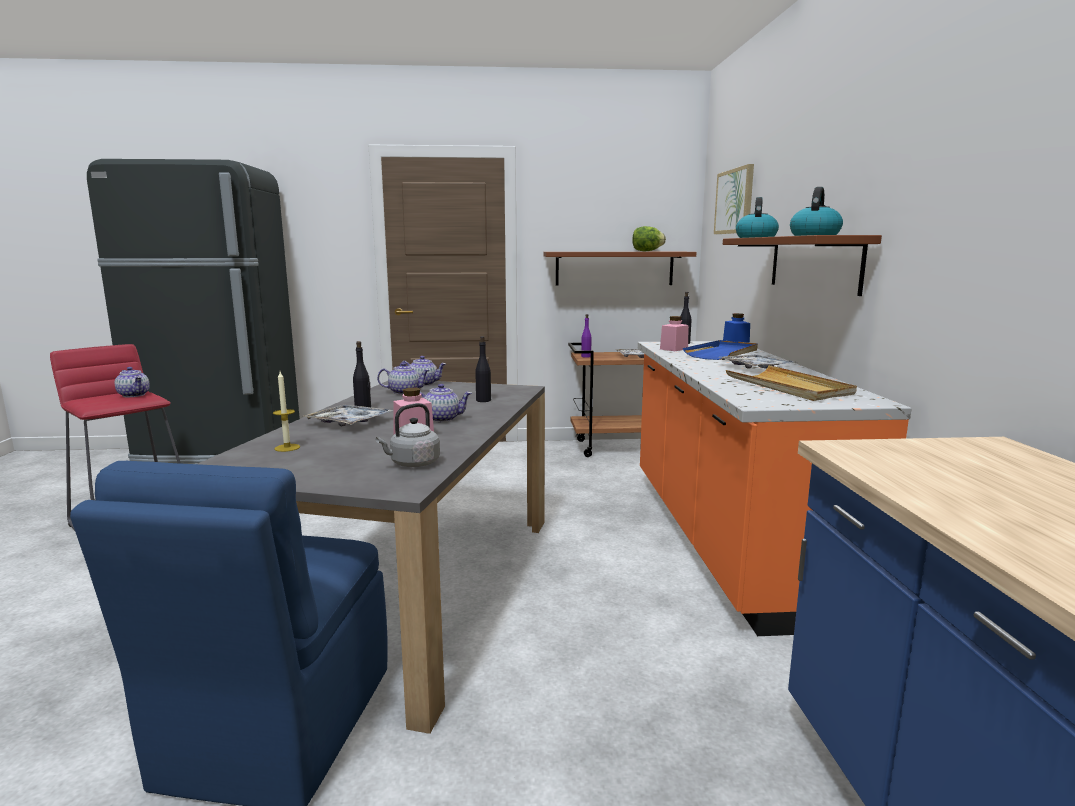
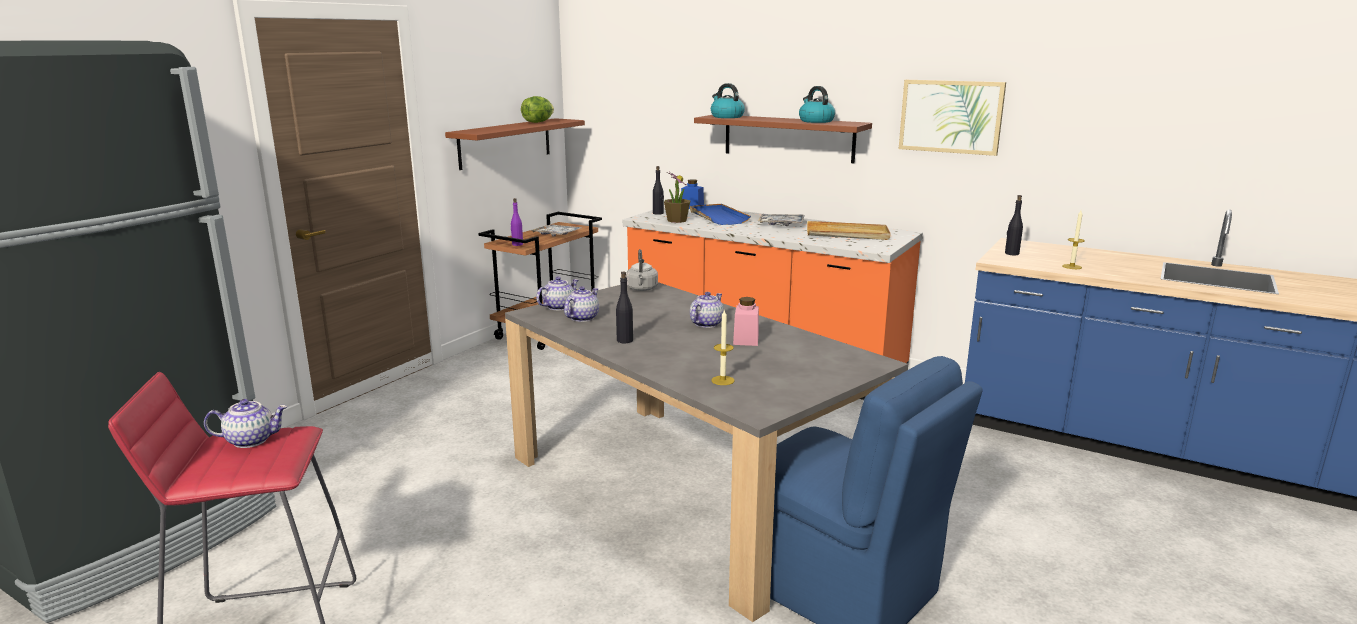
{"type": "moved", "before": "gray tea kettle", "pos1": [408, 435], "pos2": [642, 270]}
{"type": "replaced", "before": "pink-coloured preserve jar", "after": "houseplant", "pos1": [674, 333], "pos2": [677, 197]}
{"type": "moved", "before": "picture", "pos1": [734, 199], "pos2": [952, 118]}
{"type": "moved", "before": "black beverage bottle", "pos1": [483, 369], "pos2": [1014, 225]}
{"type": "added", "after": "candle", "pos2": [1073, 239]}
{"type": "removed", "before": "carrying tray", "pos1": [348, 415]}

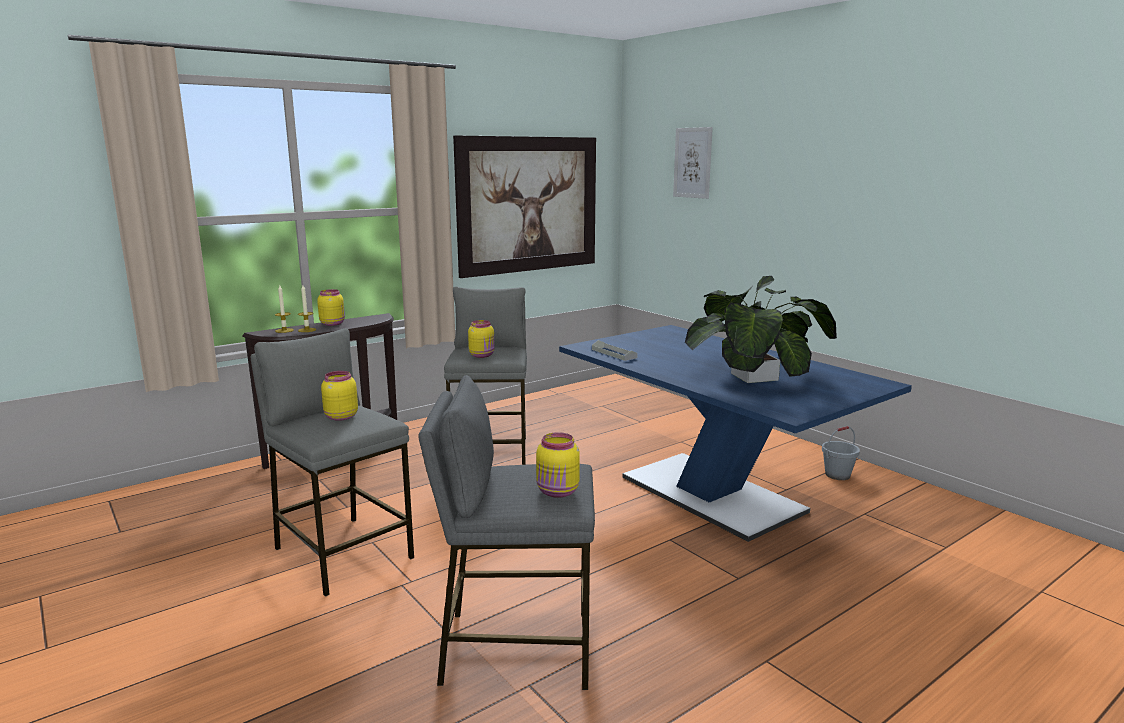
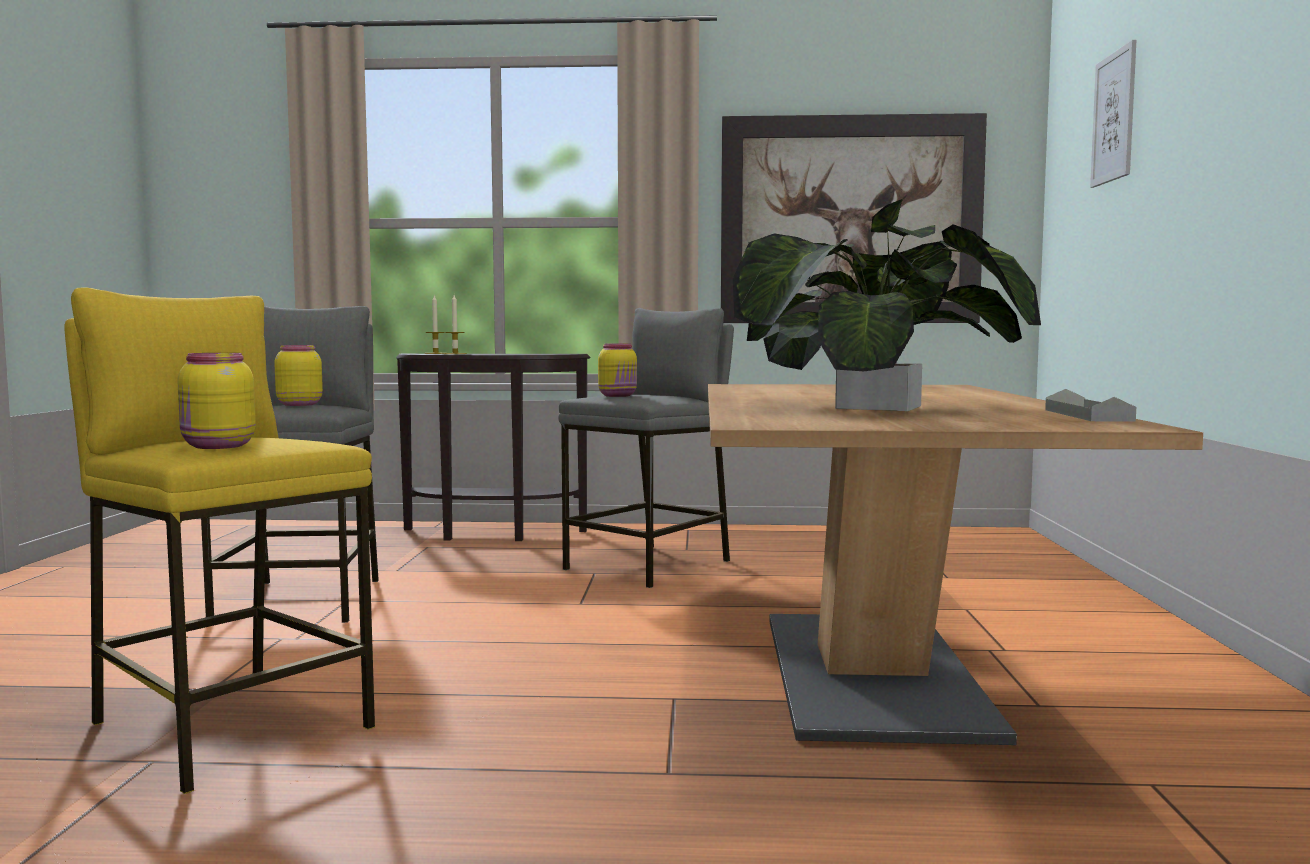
{"type": "recoloured", "before": "gray stool seat", "after": "yellow stool seat", "pos1": [506, 532], "pos2": [219, 540]}
{"type": "recoloured", "before": "bluish dining table", "after": "brown-coloured dining table", "pos1": [735, 433], "pos2": [955, 564]}
{"type": "moved", "before": "gray carrying tray", "pos1": [614, 350], "pos2": [1090, 405]}
{"type": "removed", "before": "yellow preserve jar", "pos1": [331, 307]}
{"type": "removed", "before": "gray water bucket", "pos1": [841, 453]}

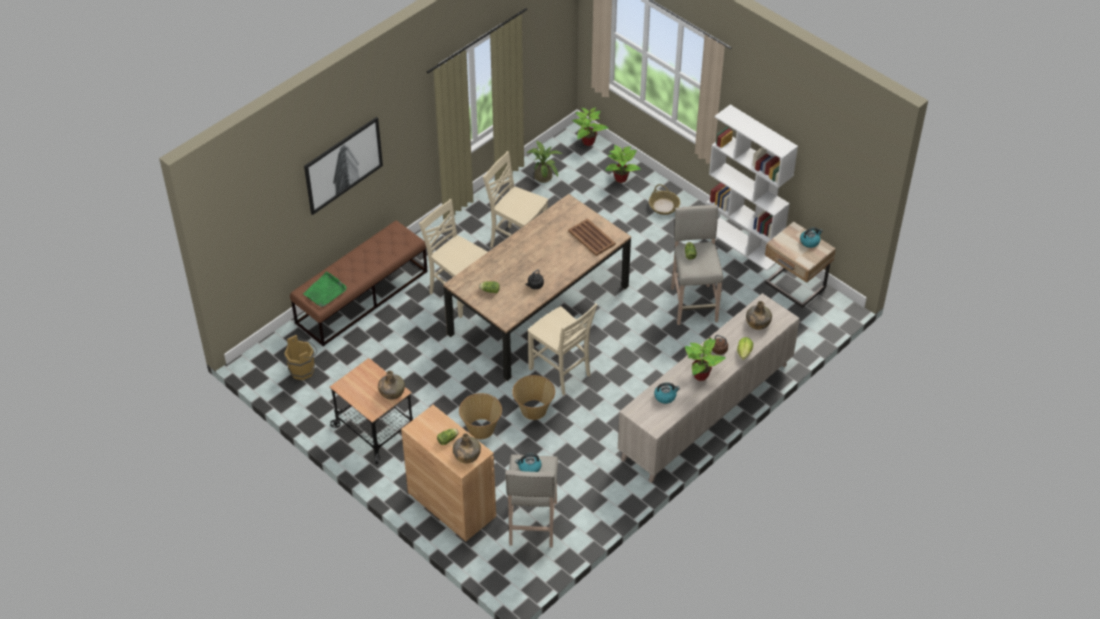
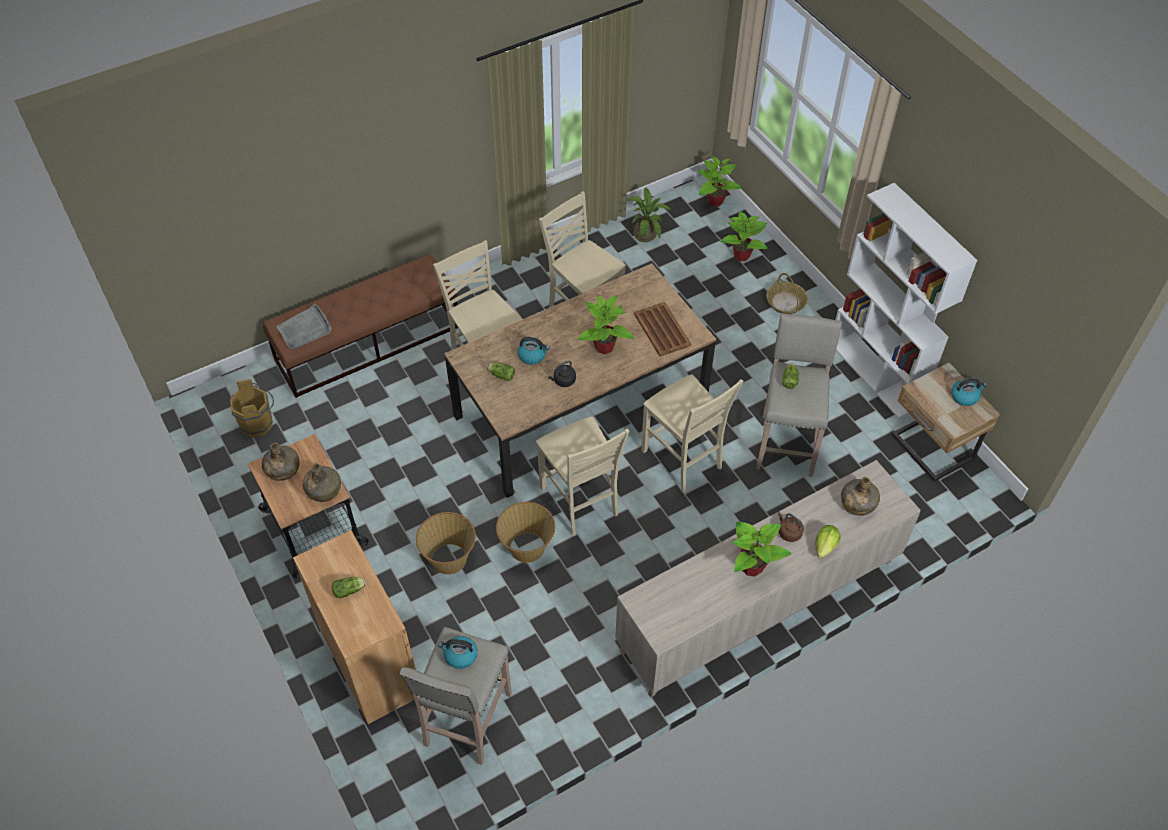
{"type": "moved", "before": "green beverage bottle", "pos1": [467, 448], "pos2": [280, 462]}
{"type": "recoloured", "before": "green carrying tray", "after": "gray carrying tray", "pos1": [324, 289], "pos2": [304, 326]}
{"type": "moved", "before": "tea kettle", "pos1": [667, 393], "pos2": [533, 351]}
{"type": "added", "after": "houseplant", "pos2": [606, 324]}
{"type": "added", "after": "beige-coloured upright chair", "pos2": [692, 433]}
{"type": "removed", "before": "picture", "pos1": [343, 166]}

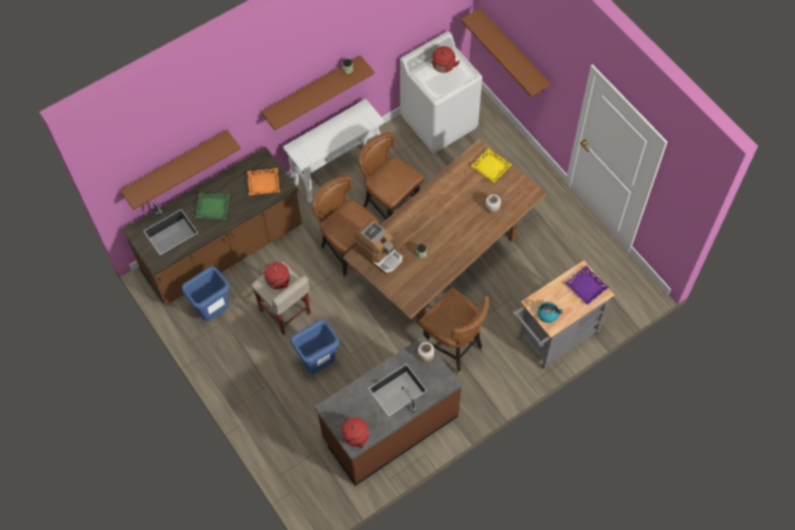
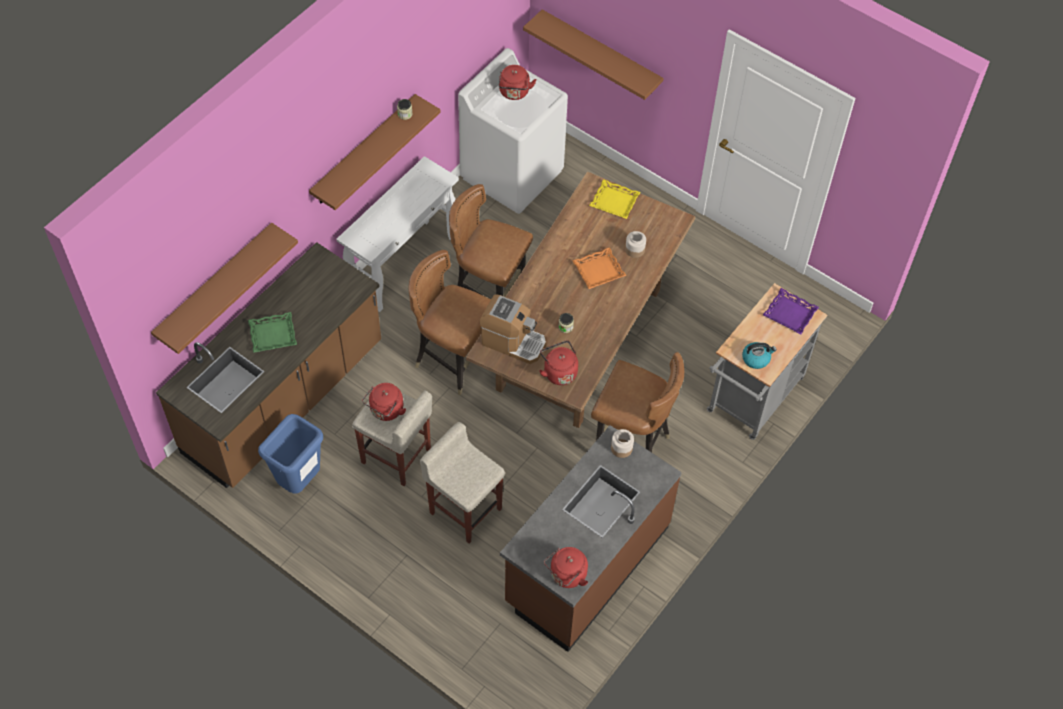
{"type": "replaced", "before": "bluish waste bin", "after": "beige-coloured stool seat", "pos1": [315, 347], "pos2": [462, 483]}
{"type": "added", "after": "red-coloured tea kettle", "pos2": [558, 362]}
{"type": "moved", "before": "orangey carrying tray", "pos1": [263, 181], "pos2": [599, 268]}

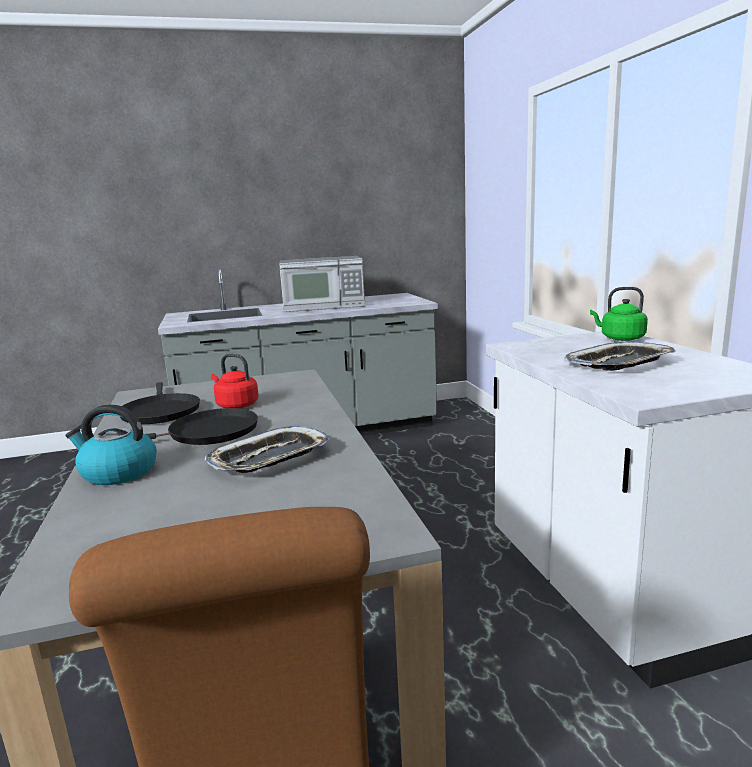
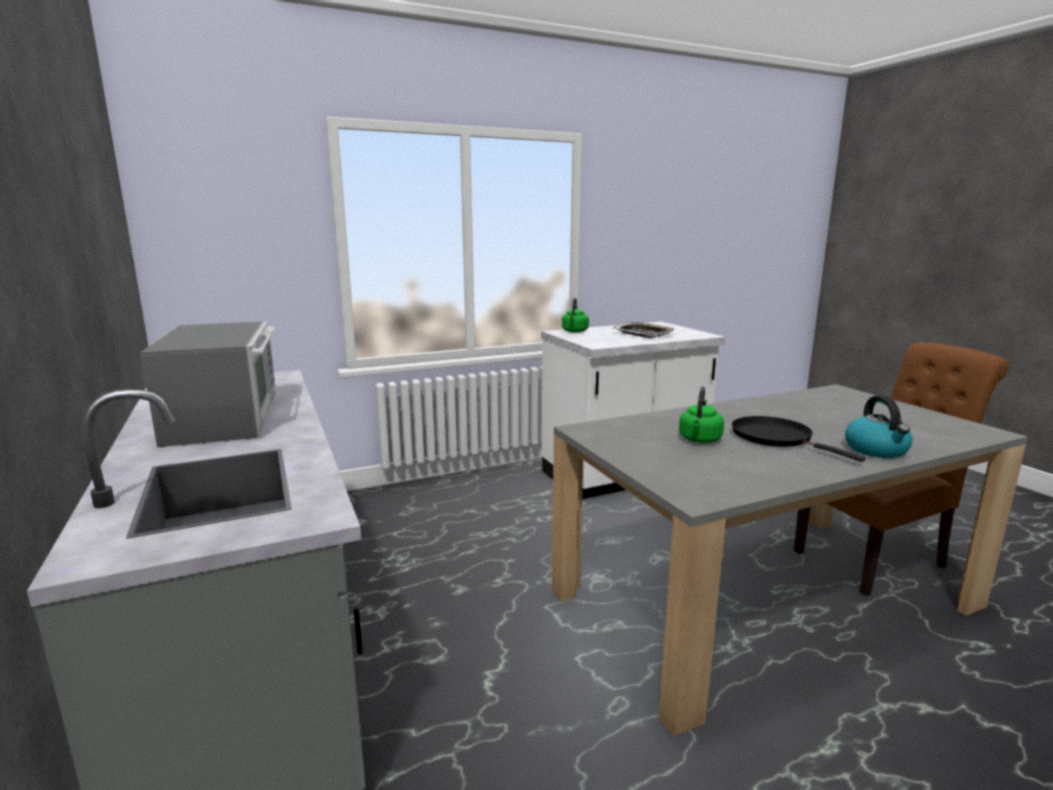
{"type": "recoloured", "before": "red-coloured tea kettle", "after": "green tea kettle", "pos1": [235, 381], "pos2": [701, 415]}
{"type": "removed", "before": "black skillet", "pos1": [160, 403]}
{"type": "removed", "before": "carrying tray", "pos1": [267, 449]}

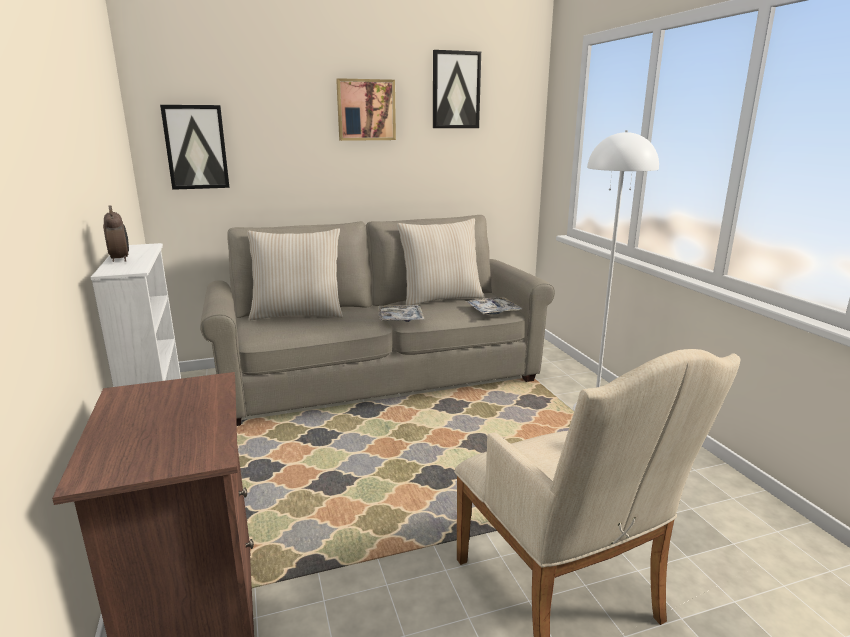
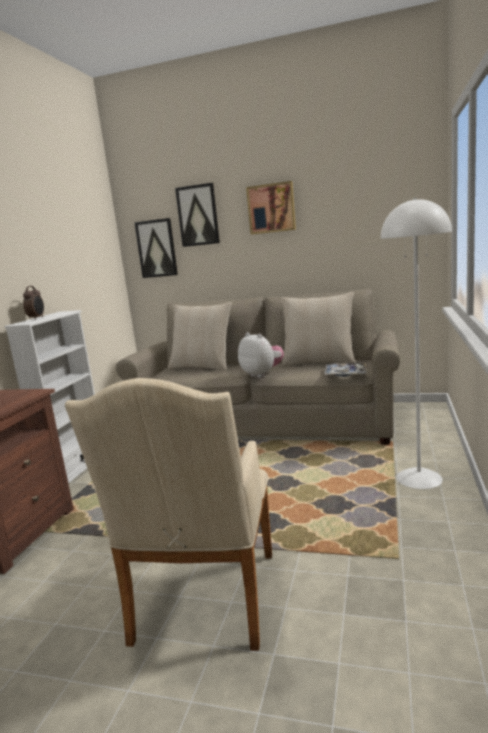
{"type": "moved", "before": "picture", "pos1": [457, 89], "pos2": [197, 215]}
{"type": "replaced", "before": "carrying tray", "after": "soft toy", "pos1": [401, 313], "pos2": [261, 355]}

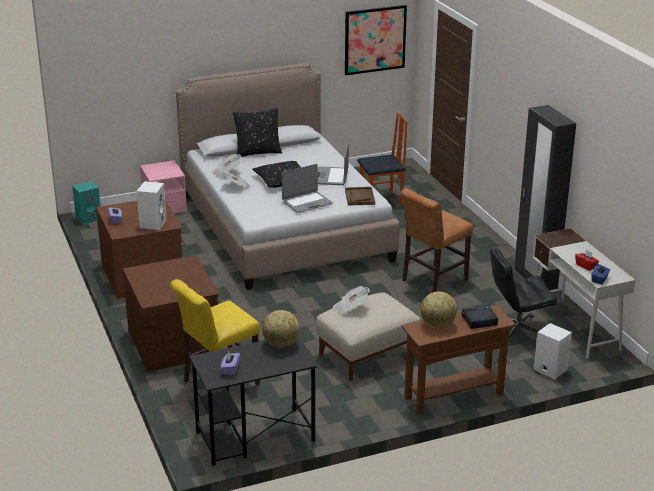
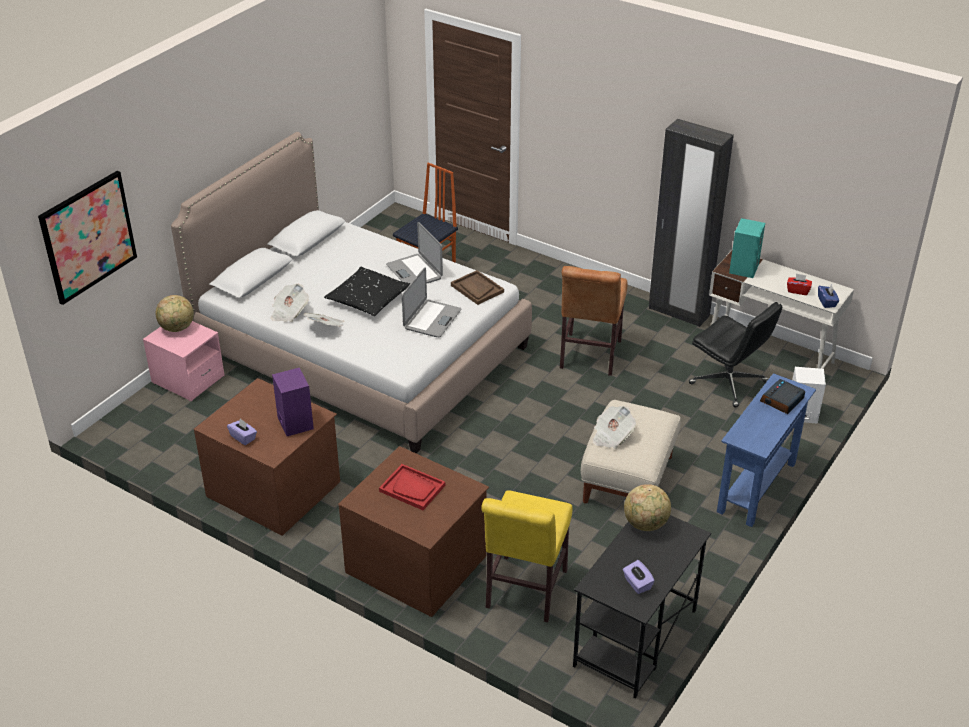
{"type": "moved", "before": "picture", "pos1": [376, 40], "pos2": [87, 238]}
{"type": "moved", "before": "globe", "pos1": [439, 309], "pos2": [175, 313]}
{"type": "recoloured", "before": "white loudspeaker", "after": "purplish loudspeaker", "pos1": [151, 205], "pos2": [293, 402]}
{"type": "added", "after": "red-coloured carrying tray", "pos2": [412, 487]}
{"type": "turned", "before": "black computer chair", "pos1": [523, 292], "pos2": [735, 355], "turn": -90}
{"type": "recoloured", "before": "brown-coloured hall table", "after": "bluish hall table", "pos1": [458, 360], "pos2": [766, 450]}
{"type": "moved", "before": "blue-green loudspeaker", "pos1": [86, 203], "pos2": [747, 248]}
{"type": "removed", "before": "black cushion", "pos1": [257, 132]}

